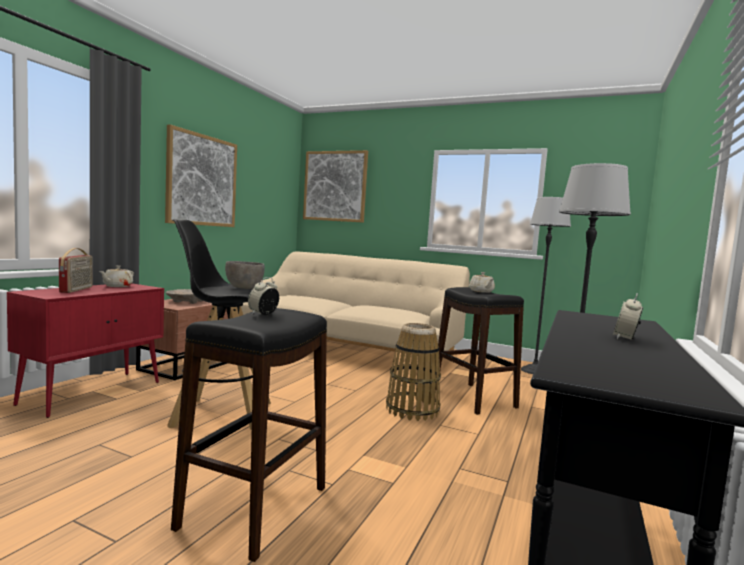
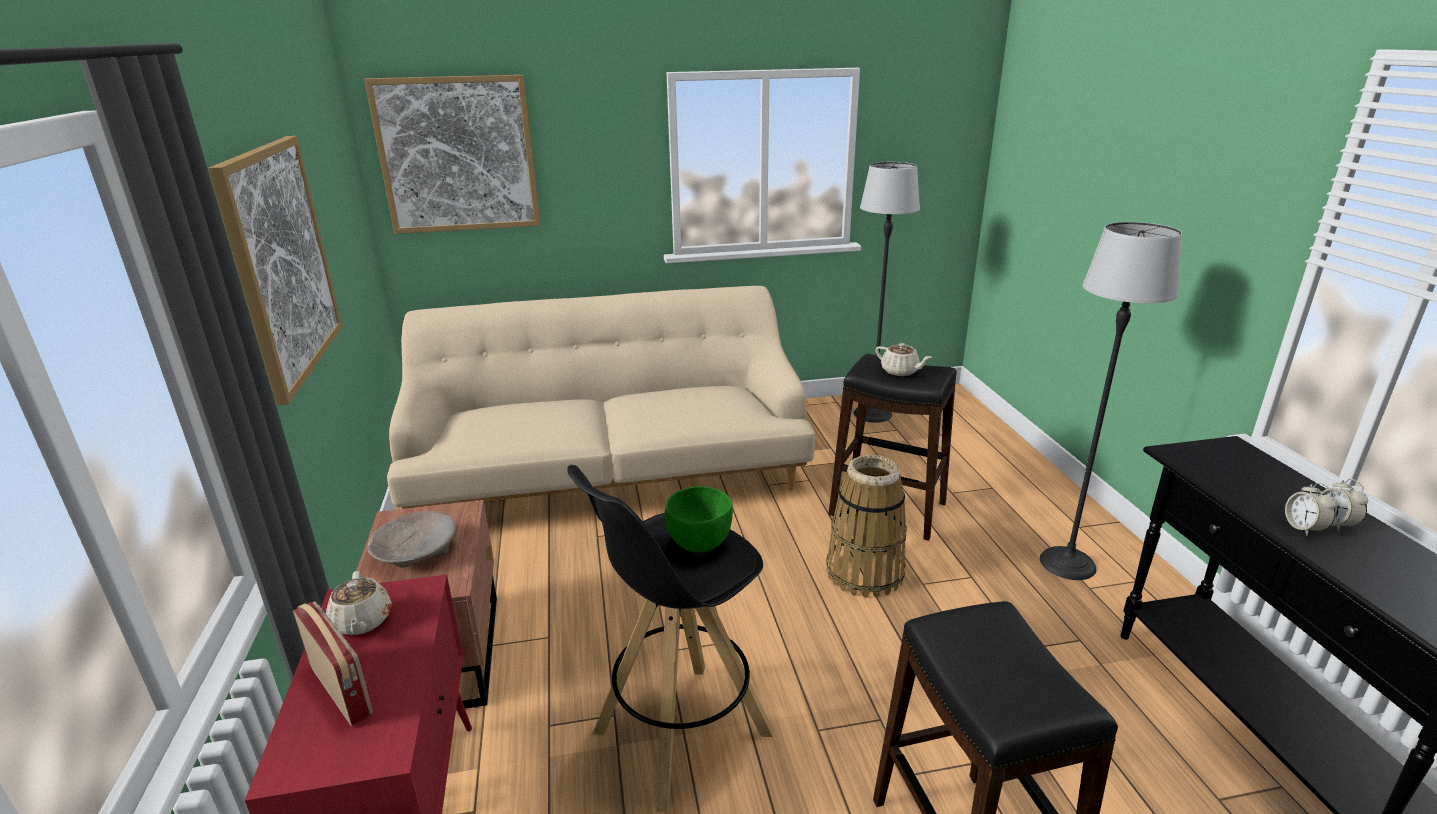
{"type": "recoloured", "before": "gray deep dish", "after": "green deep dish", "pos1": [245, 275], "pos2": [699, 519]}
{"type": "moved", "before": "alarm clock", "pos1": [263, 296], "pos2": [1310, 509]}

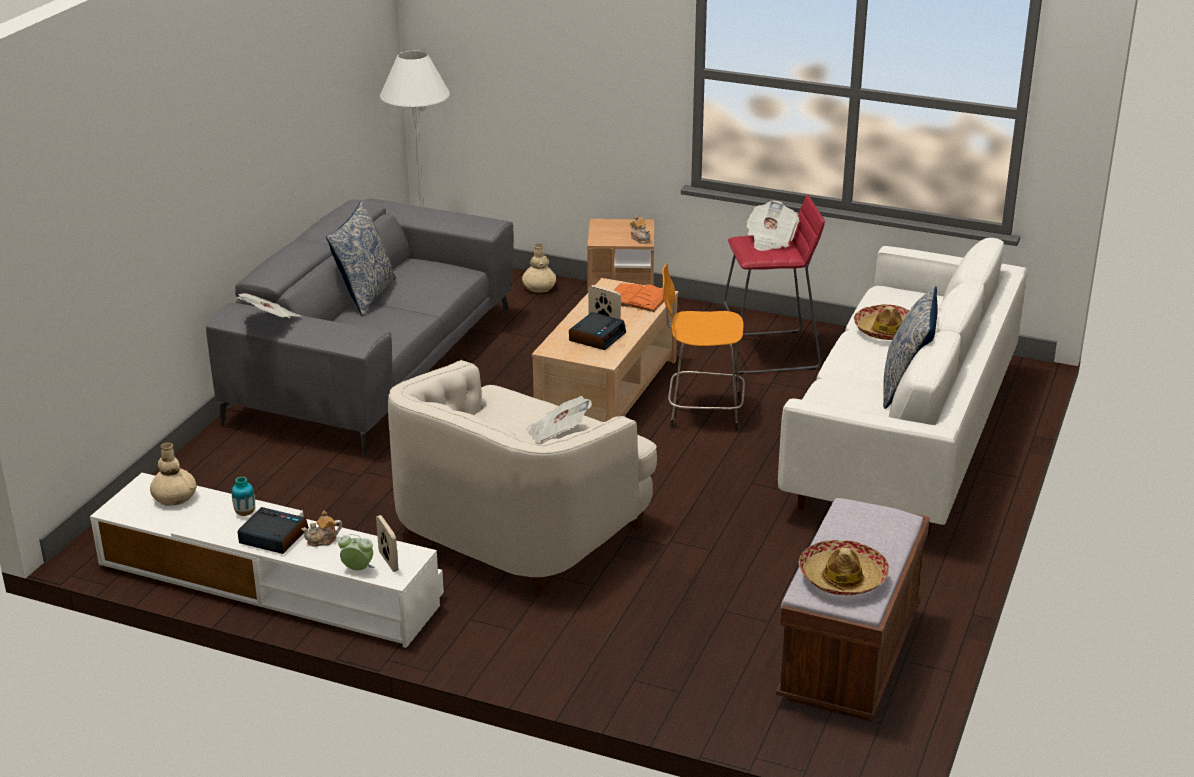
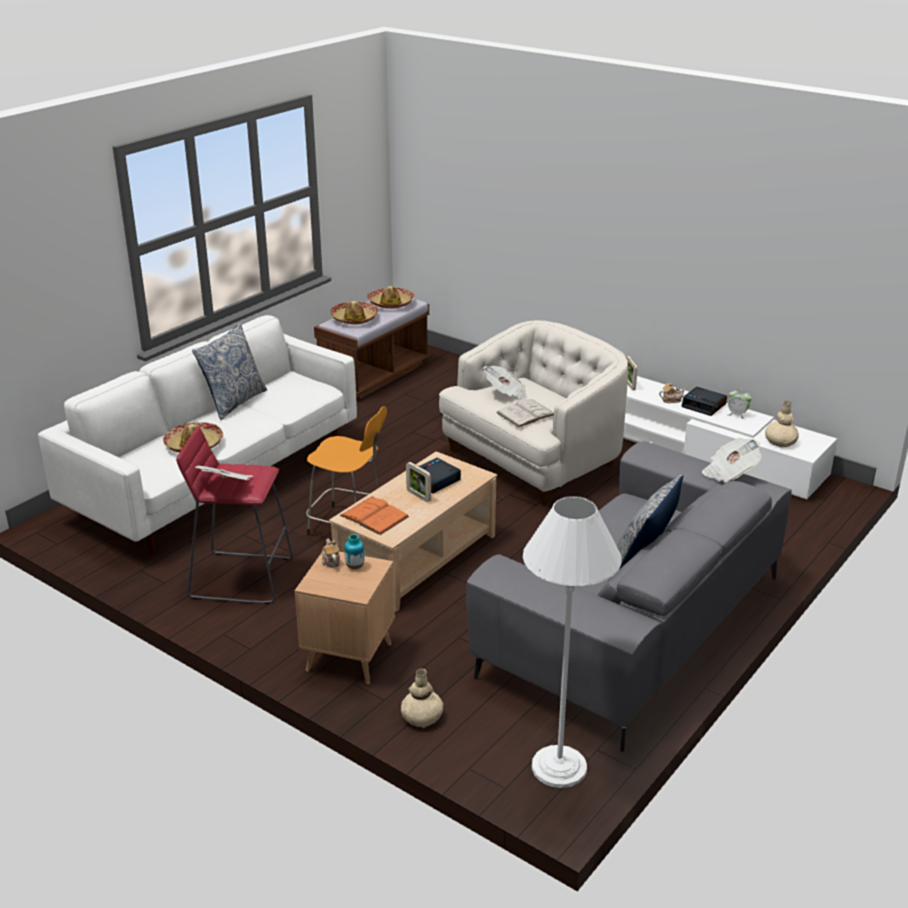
{"type": "added", "after": "wearable hat", "pos2": [354, 313]}
{"type": "moved", "before": "decorative vase", "pos1": [243, 496], "pos2": [354, 551]}
{"type": "added", "after": "white book", "pos2": [525, 413]}
{"type": "moved", "before": "alarm clock", "pos1": [356, 552], "pos2": [739, 403]}

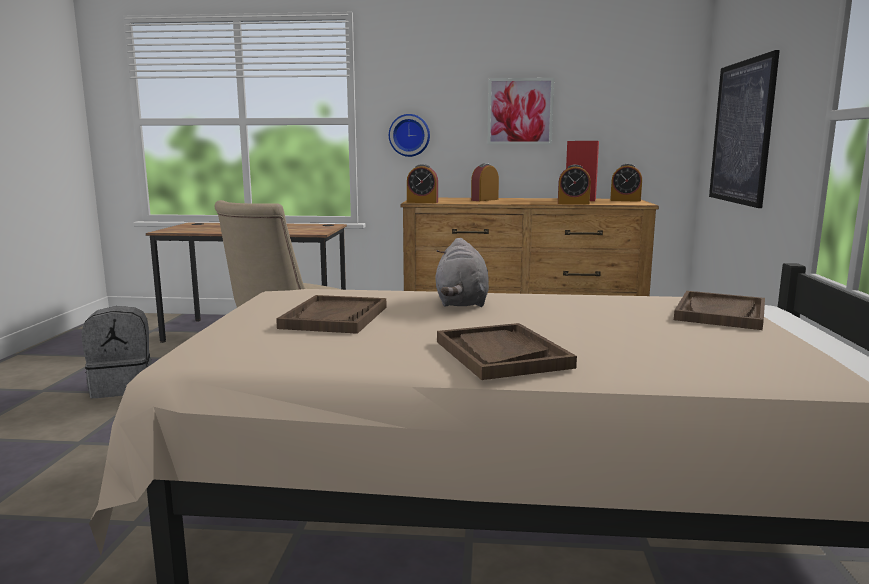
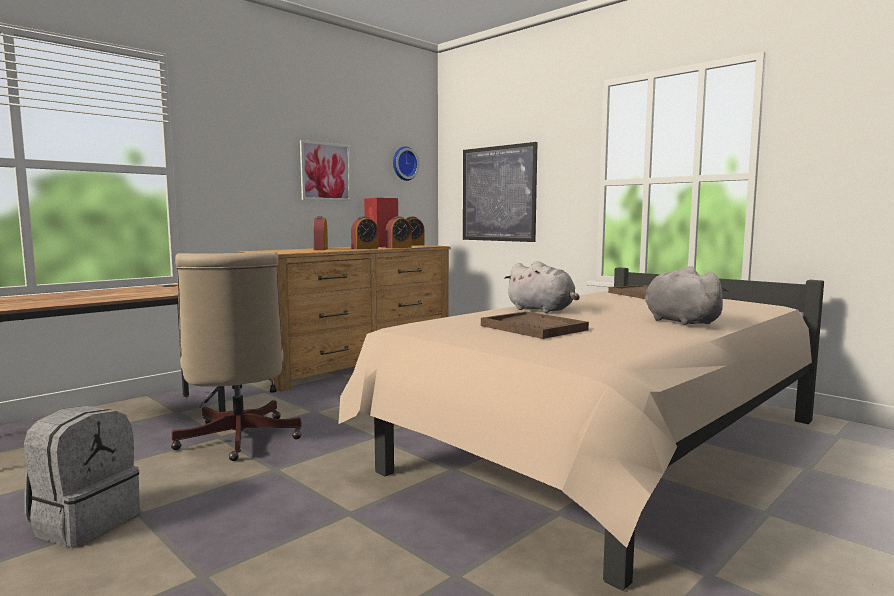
{"type": "moved", "before": "alarm clock", "pos1": [422, 183], "pos2": [364, 232]}
{"type": "moved", "before": "wall clock", "pos1": [409, 135], "pos2": [406, 163]}
{"type": "replaced", "before": "brown-coloured carrying tray", "after": "gray soft toy", "pos1": [507, 351], "pos2": [687, 295]}

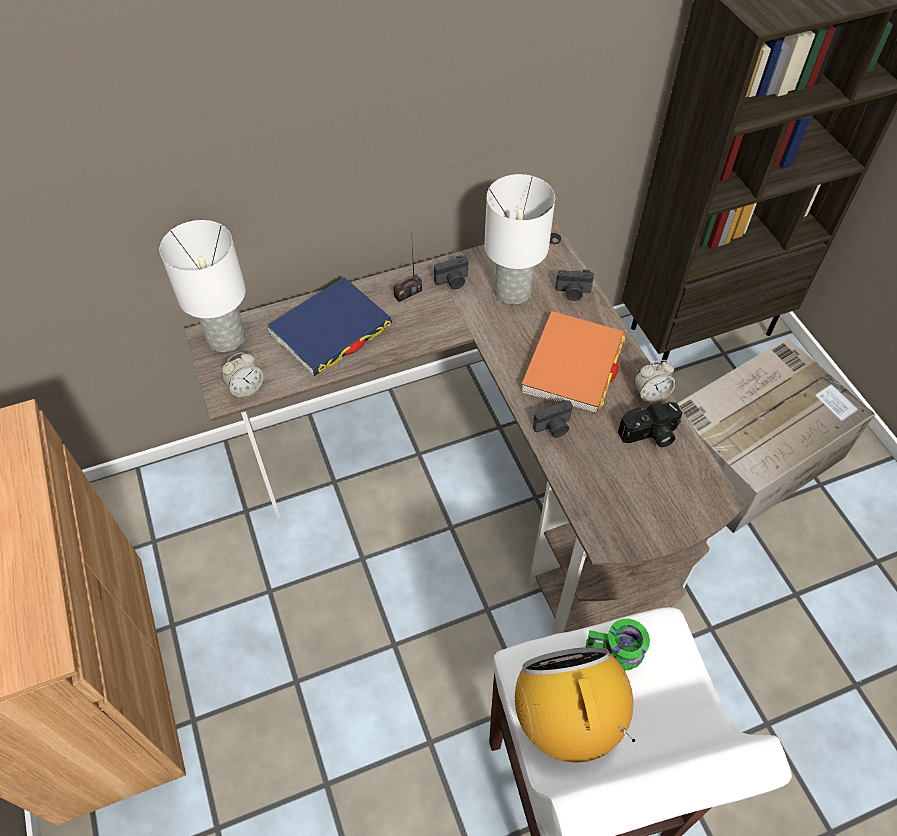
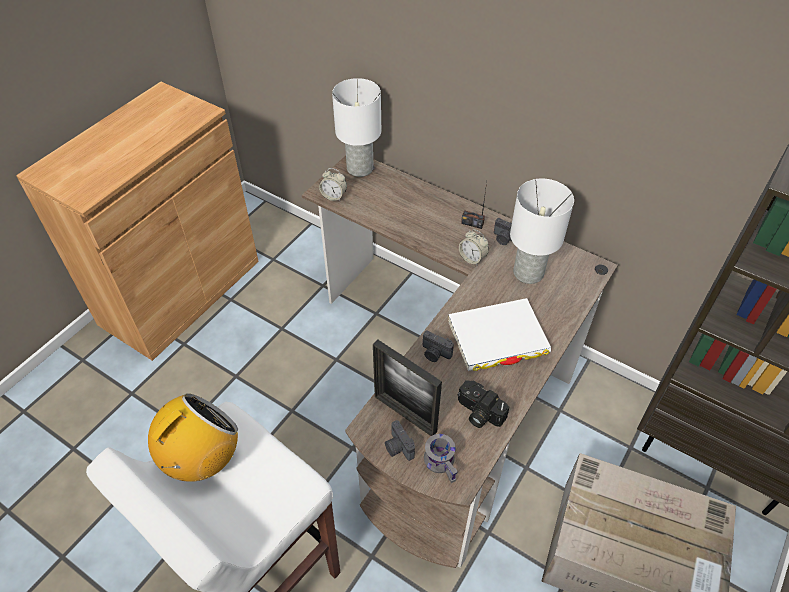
{"type": "added", "after": "photo frame", "pos2": [407, 388]}
{"type": "moved", "before": "photo camera", "pos1": [575, 285], "pos2": [400, 440]}
{"type": "added", "after": "gray coffee mug", "pos2": [441, 458]}
{"type": "recoloured", "before": "orangey book", "after": "white book", "pos1": [573, 362], "pos2": [499, 334]}
{"type": "moved", "before": "alarm clock", "pos1": [655, 381], "pos2": [474, 247]}
{"type": "removed", "before": "bluish book", "pos1": [329, 326]}
{"type": "removed", "before": "green coffee mug", "pos1": [618, 645]}

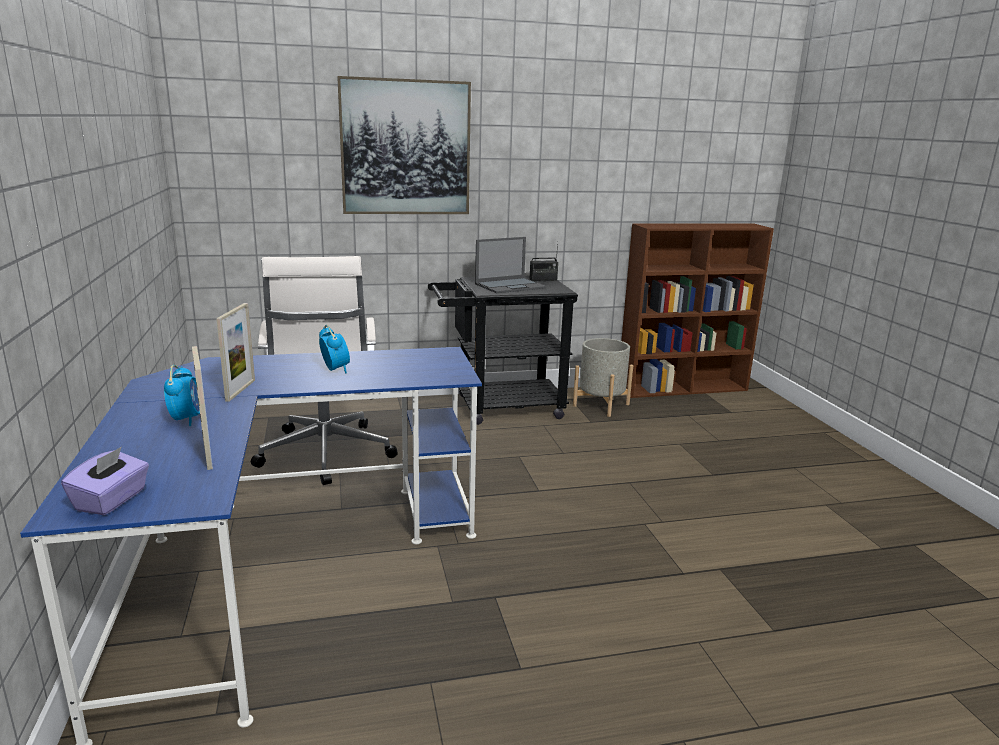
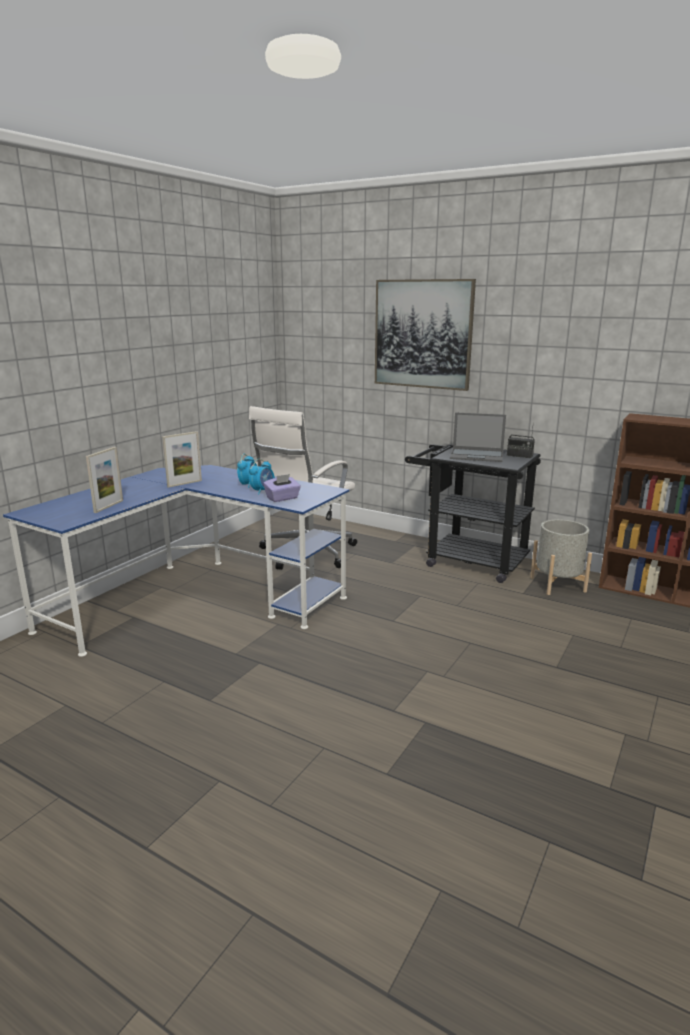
{"type": "moved", "before": "alarm clock", "pos1": [182, 395], "pos2": [262, 476]}
{"type": "moved", "before": "purplish tissue holder", "pos1": [105, 480], "pos2": [282, 488]}

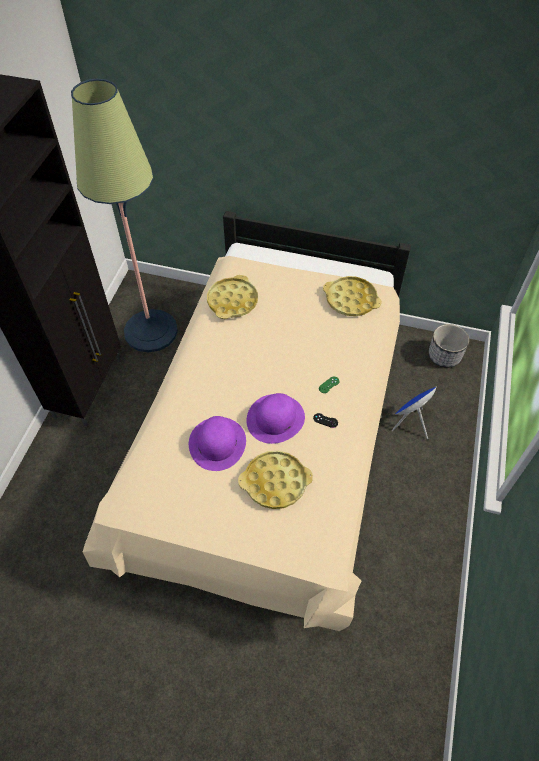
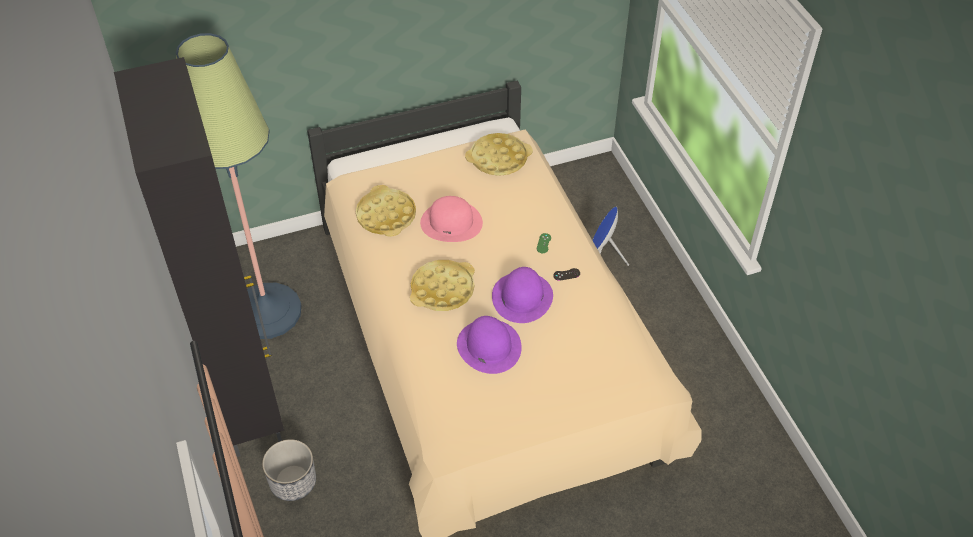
{"type": "moved", "before": "flower pot", "pos1": [449, 346], "pos2": [289, 470]}
{"type": "moved", "before": "yellow carrying tray", "pos1": [275, 480], "pos2": [442, 285]}
{"type": "added", "after": "pink-coloured wearable hat", "pos2": [451, 219]}

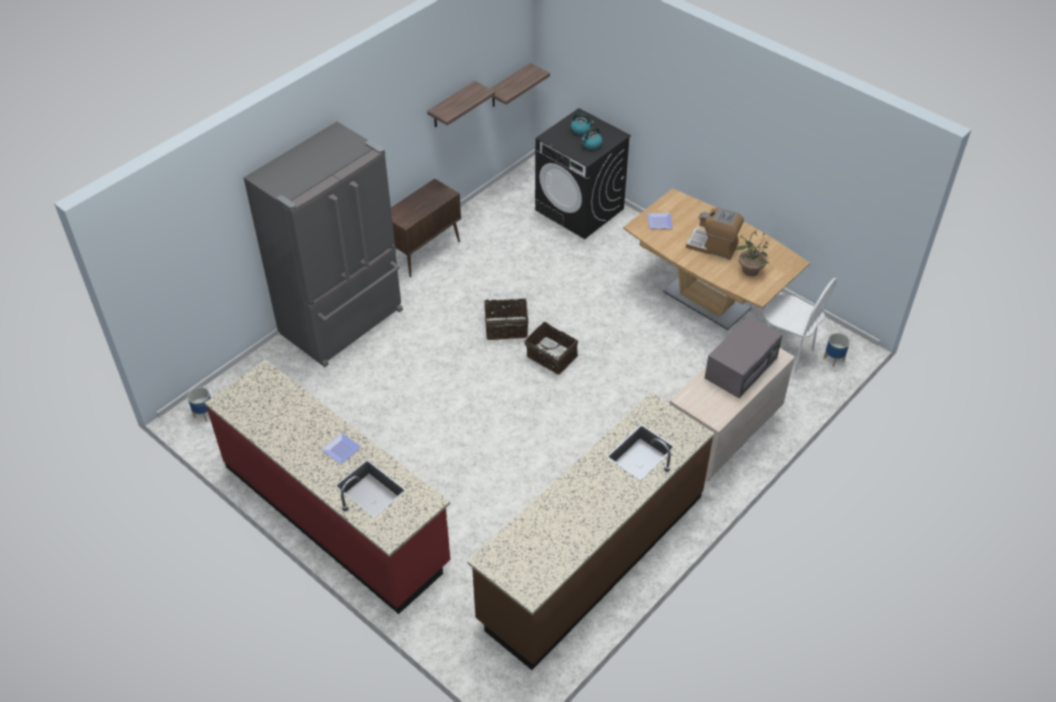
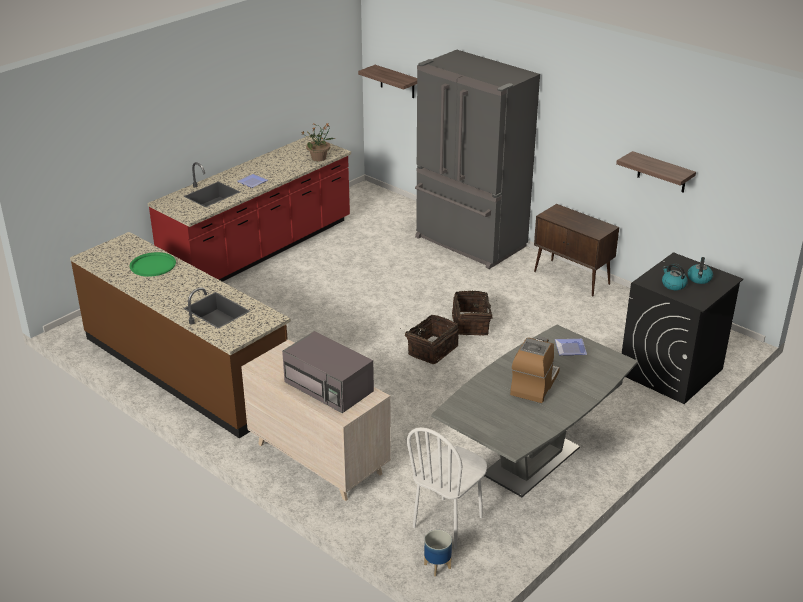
{"type": "added", "after": "green carrying tray", "pos2": [153, 264]}
{"type": "moved", "before": "houseplant", "pos1": [752, 253], "pos2": [319, 142]}
{"type": "moved", "before": "bracket shelf", "pos1": [520, 85], "pos2": [387, 81]}
{"type": "recoloured", "before": "brown-coloured dining table", "after": "gray dining table", "pos1": [716, 259], "pos2": [534, 411]}
{"type": "removed", "before": "flower pot", "pos1": [199, 404]}

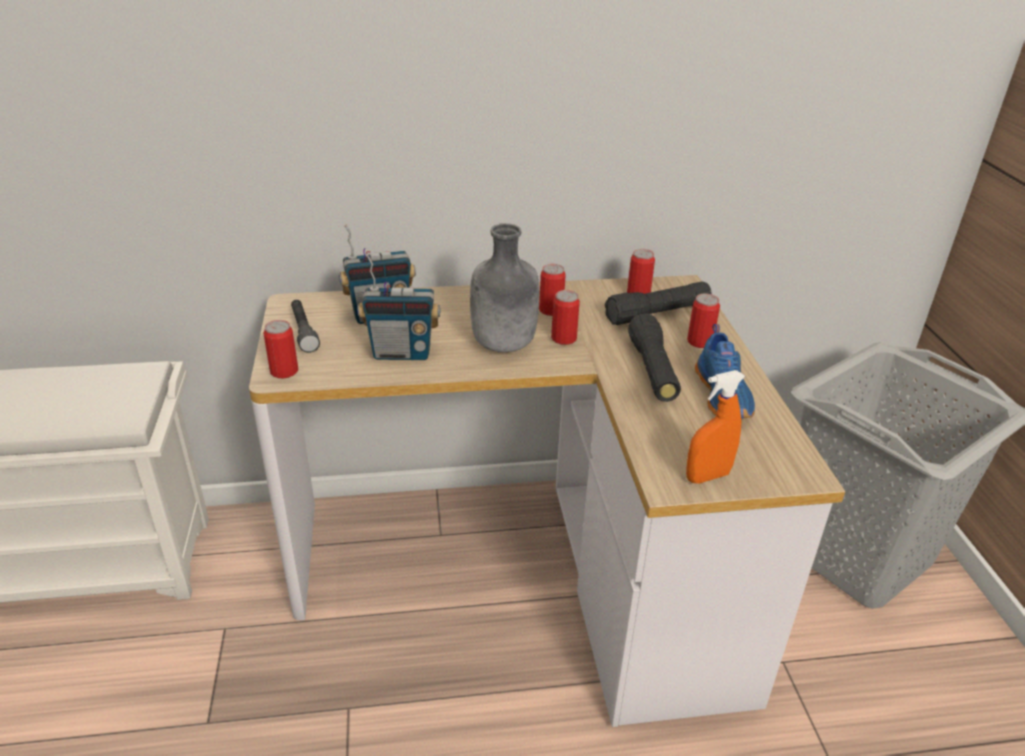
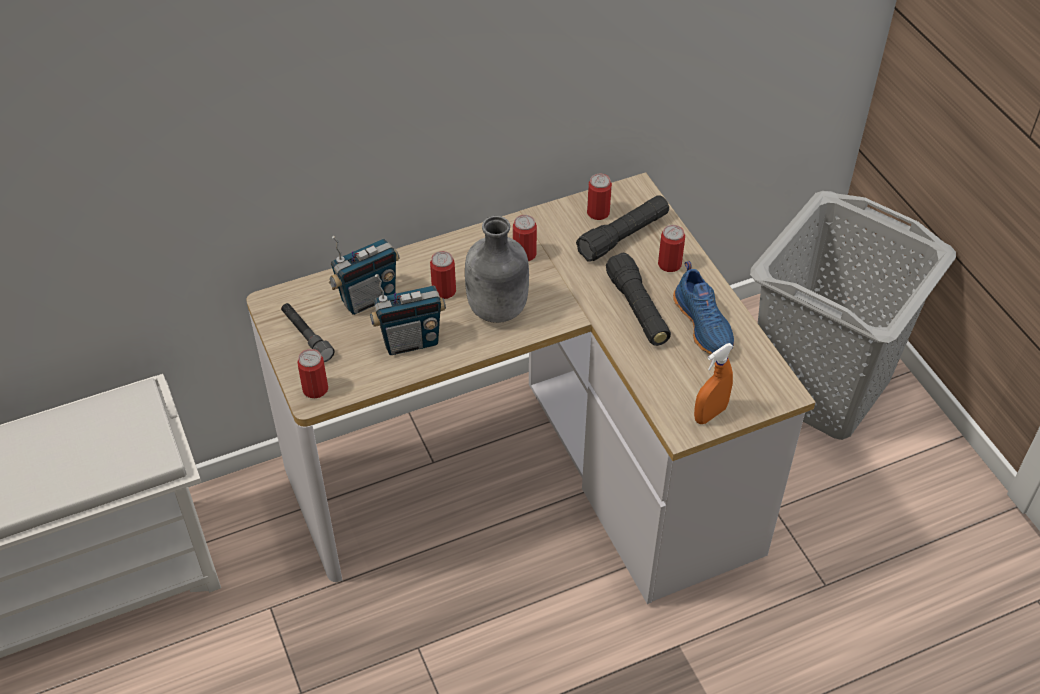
{"type": "moved", "before": "can", "pos1": [565, 317], "pos2": [443, 275]}

